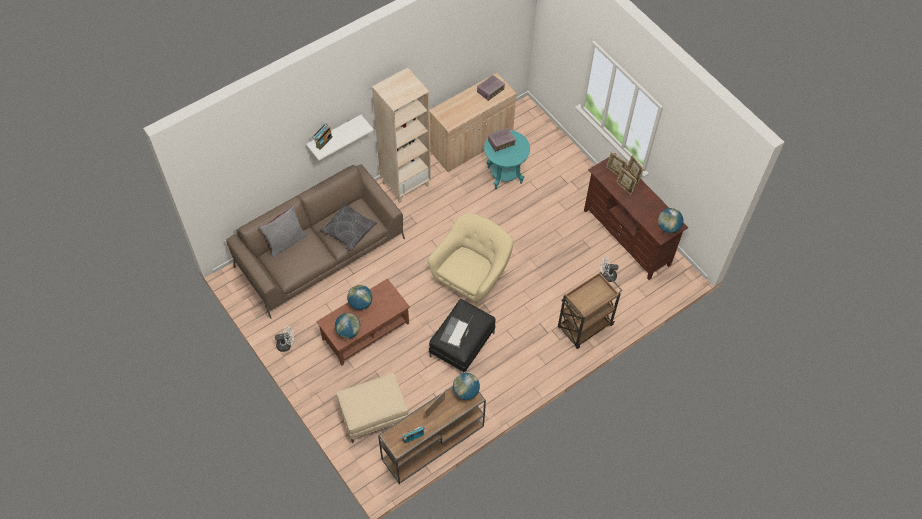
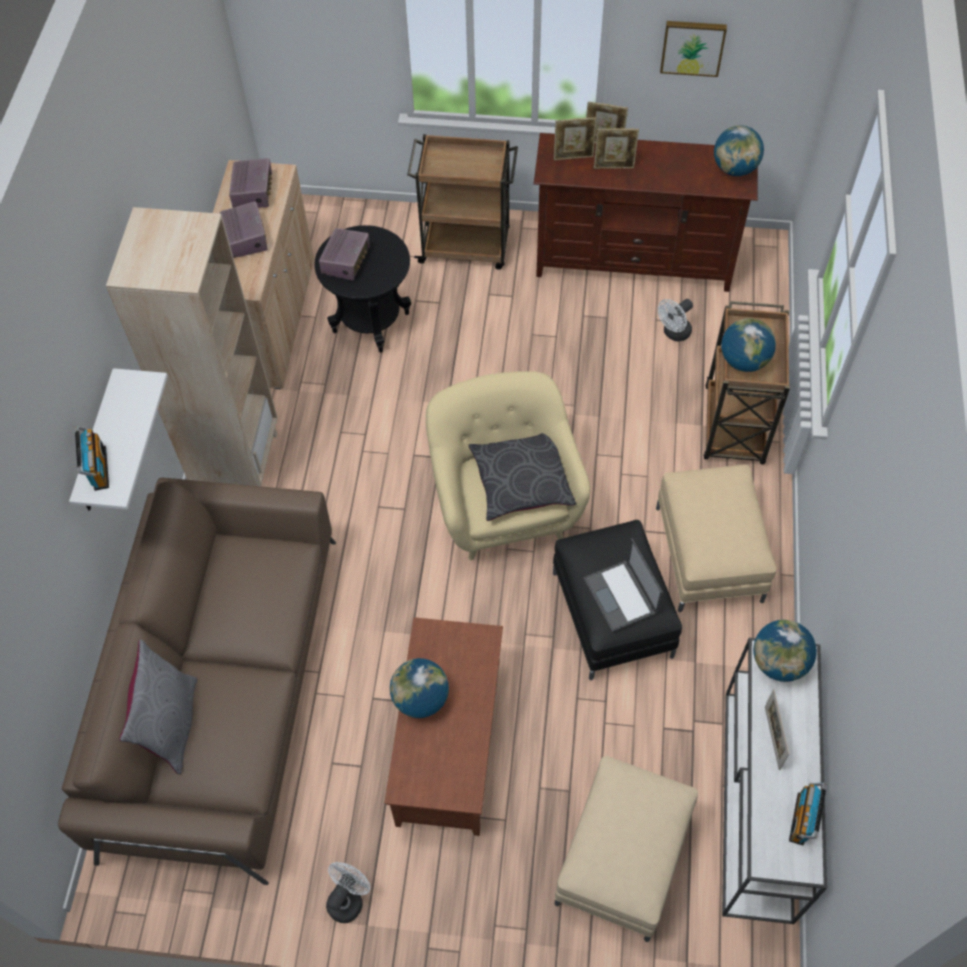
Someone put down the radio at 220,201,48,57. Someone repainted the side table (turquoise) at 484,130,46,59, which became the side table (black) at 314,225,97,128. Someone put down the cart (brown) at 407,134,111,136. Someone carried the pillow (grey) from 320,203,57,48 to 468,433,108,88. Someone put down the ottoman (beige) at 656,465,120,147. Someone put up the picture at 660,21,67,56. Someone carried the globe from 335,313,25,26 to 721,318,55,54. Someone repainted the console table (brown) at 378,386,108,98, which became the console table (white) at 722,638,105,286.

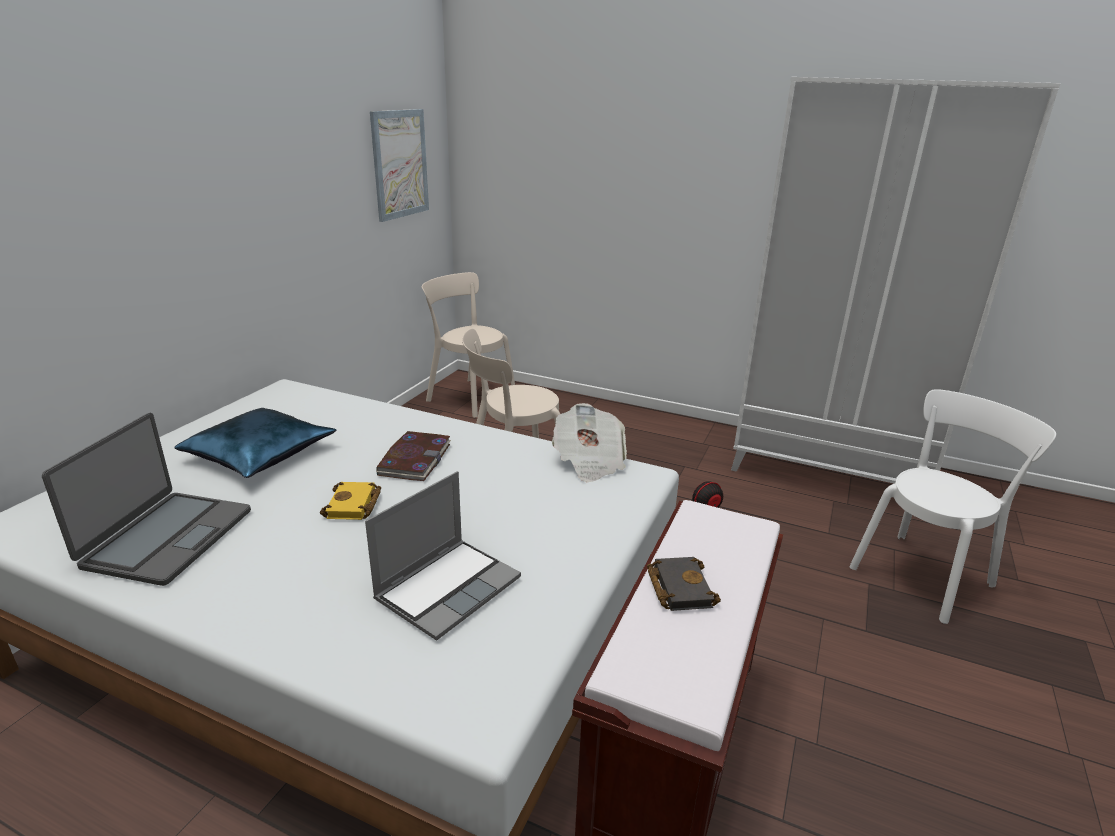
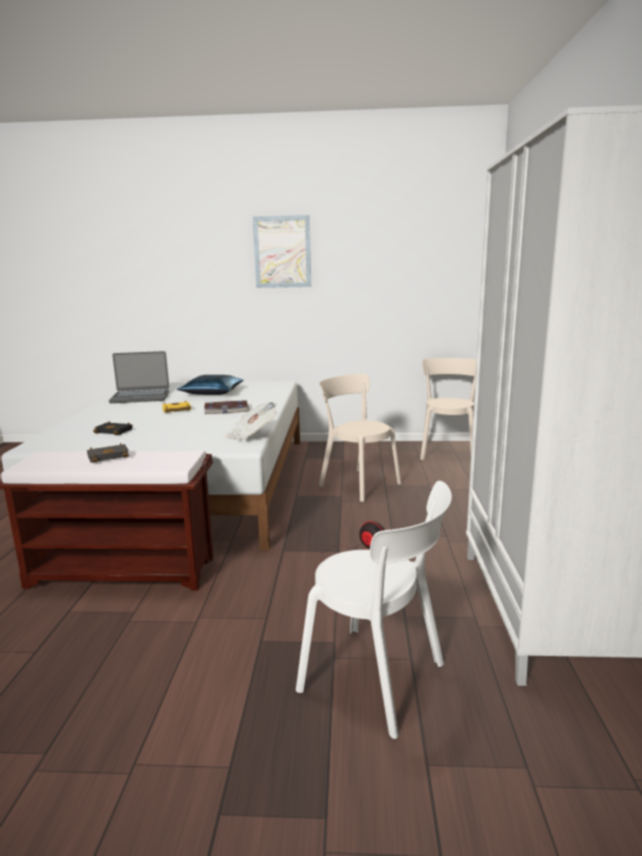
Someone swapped the laptop at 365,471,156,170 for the book (black) at 93,421,40,14. Someone carried the picture from 370,109,59,113 to 253,215,58,73.

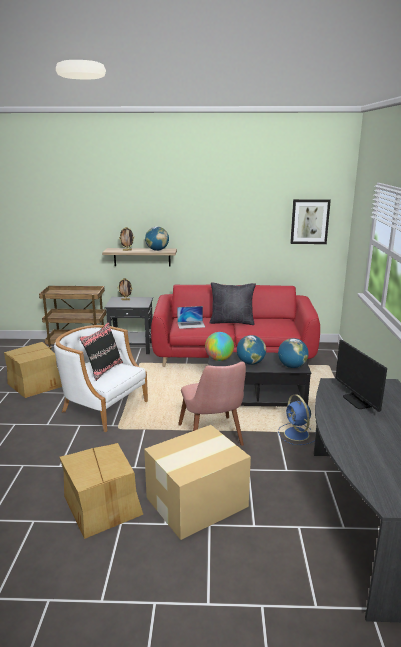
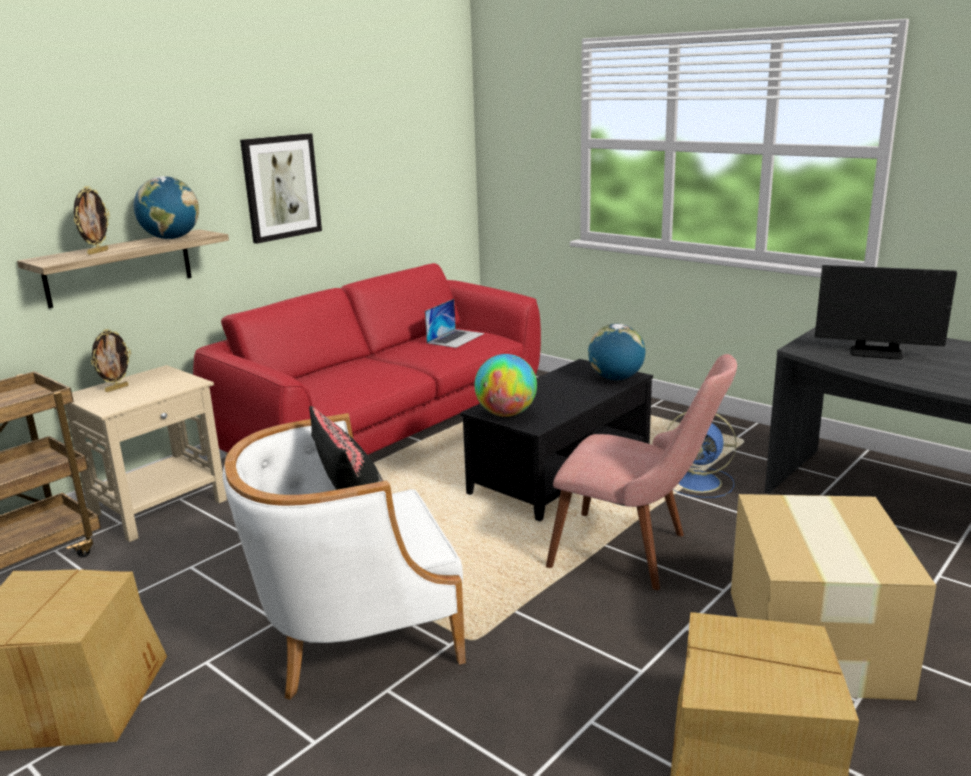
Someone repainted the side table (black) at 104,297,49,57, which became the side table (beige) at 65,365,162,177. Someone carried the picture from 290,199,41,45 to 240,133,82,111. Someone carried the laptop from 177,306,28,23 to 425,299,59,49. Someone took away the pillow (black) at 209,282,47,43. Someone took away the globe at 237,335,29,30.

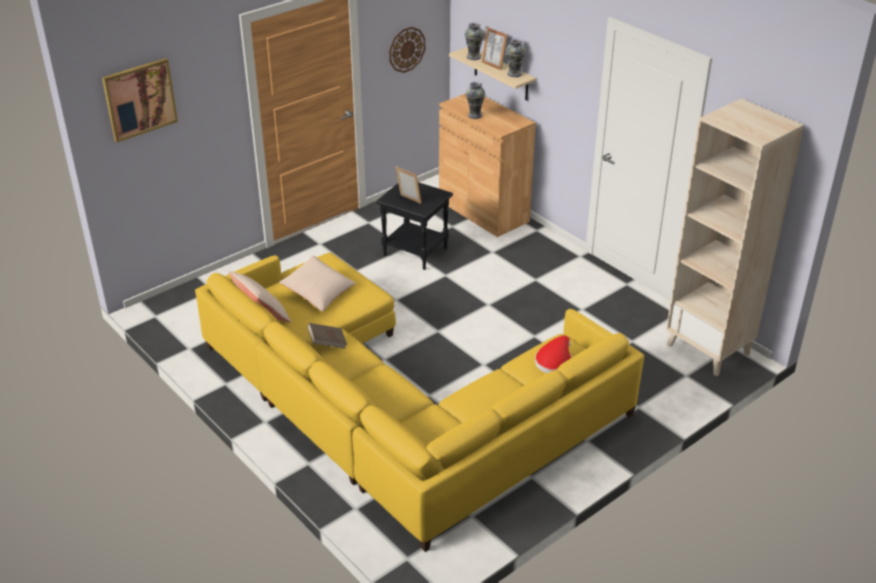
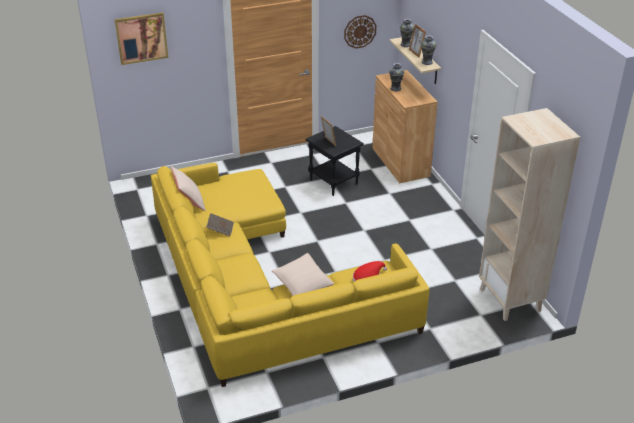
Someone carried the pillow (beige) from 279,256,76,56 to 272,253,62,43.

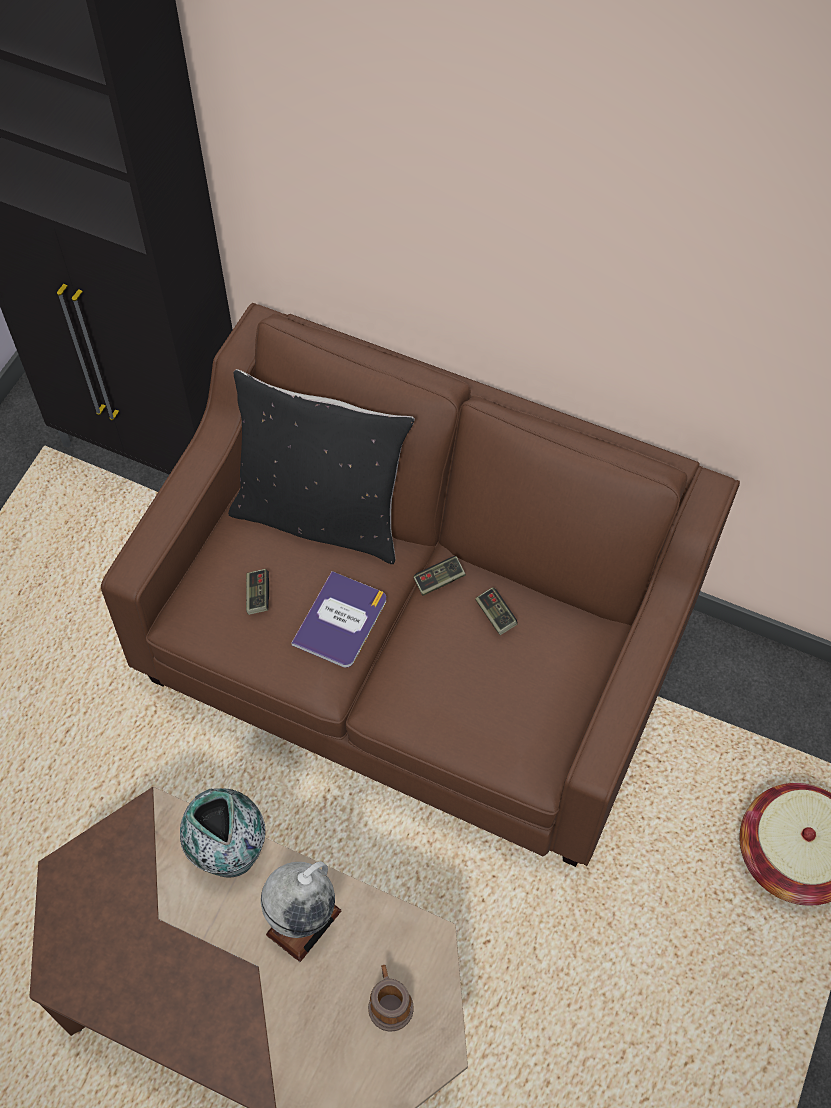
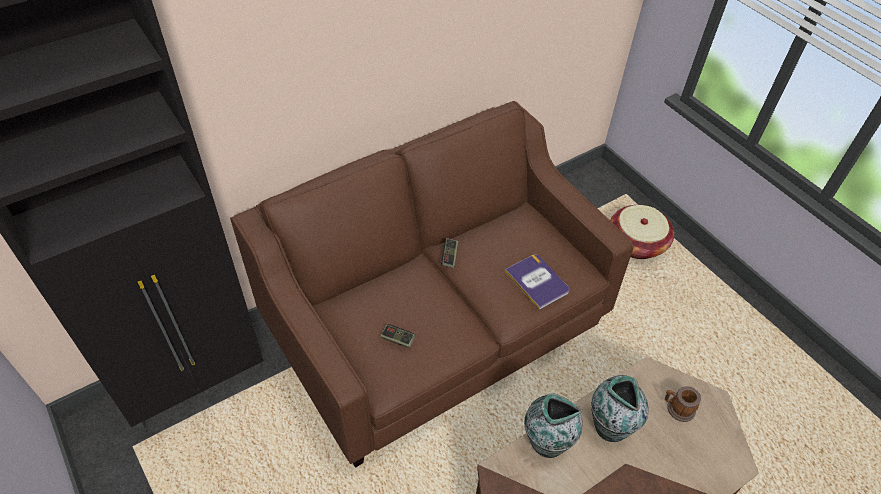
Someone carried the book from 291,571,95,96 to 505,254,64,56. Someone swapped the globe at 261,861,80,101 for the vase at 591,375,57,67. Someone took away the pillow (black) at 228,369,187,195. Someone took away the game controller at 475,587,43,48.

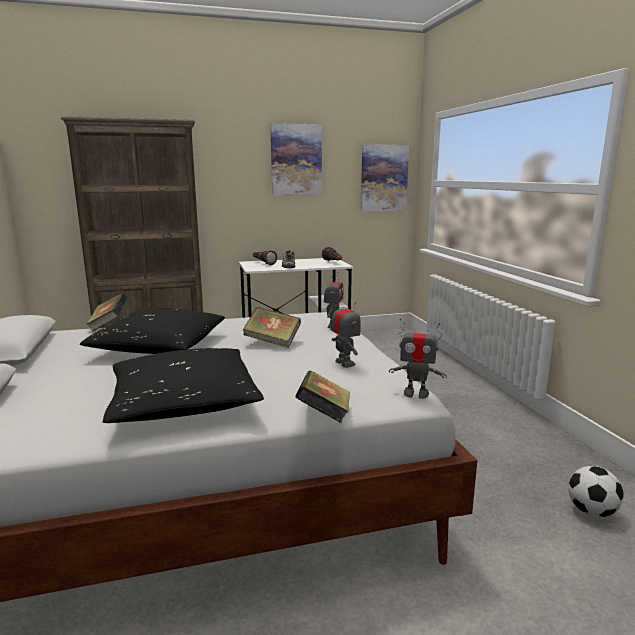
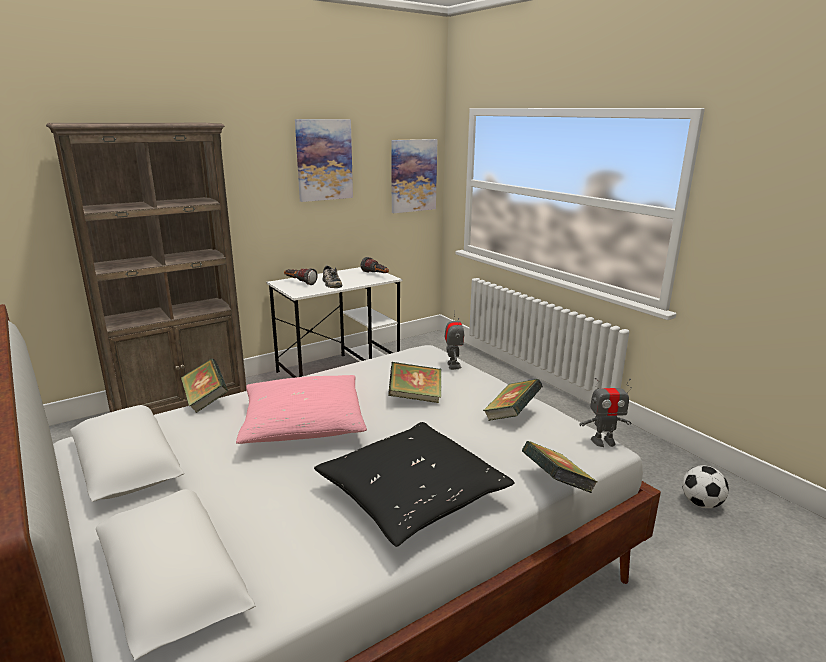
Someone repainted the pillow (black) at 80,309,145,45, which became the pillow (pink) at 236,375,131,69. Someone swapped the toy robot at 331,296,30,72 for the book at 483,379,60,42.

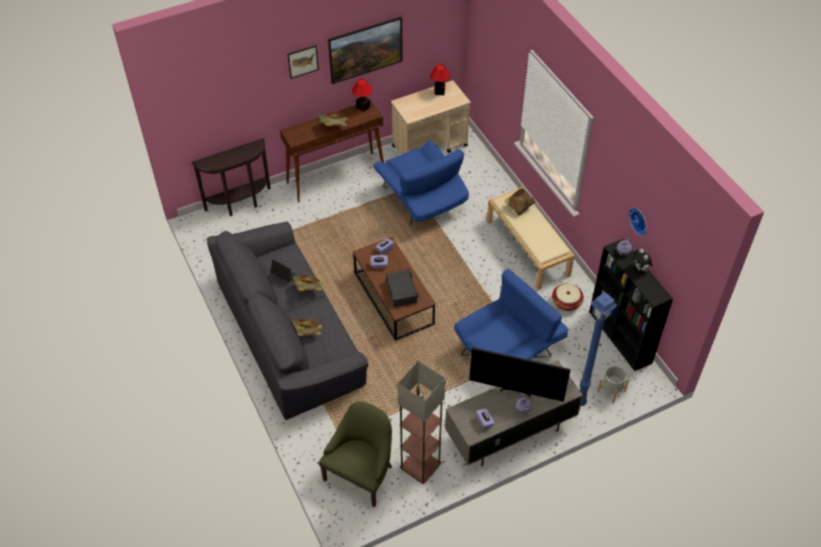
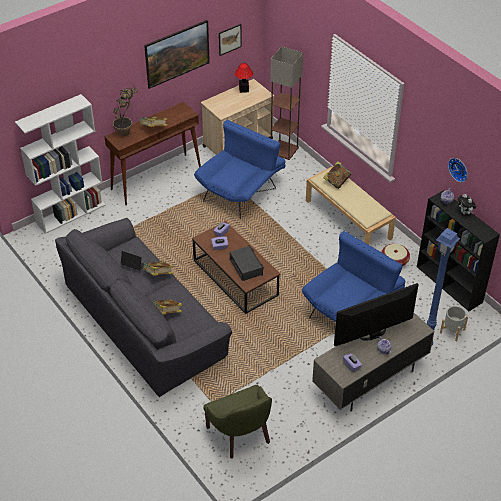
Someone swapped the console table (brown) at 192,138,79,78 for the bookcase (white) at 15,94,91,140. Someone put down the potted plant at 113,85,25,51. Someone rotated the armchair (blue) at 373,141,96,85 by 105 degrees counterclockwise. Someone rotated the armchair (green) at 319,401,73,106 by 135 degrees clockwise. Someone carried the picture from 288,45,31,34 to 219,24,23,32. Someone carried the floor lamp from 397,361,49,123 to 270,46,33,114. Someone rotated the television at 469,347,102,55 by 150 degrees clockwise. Someone took away the table lamp at 352,79,21,33.

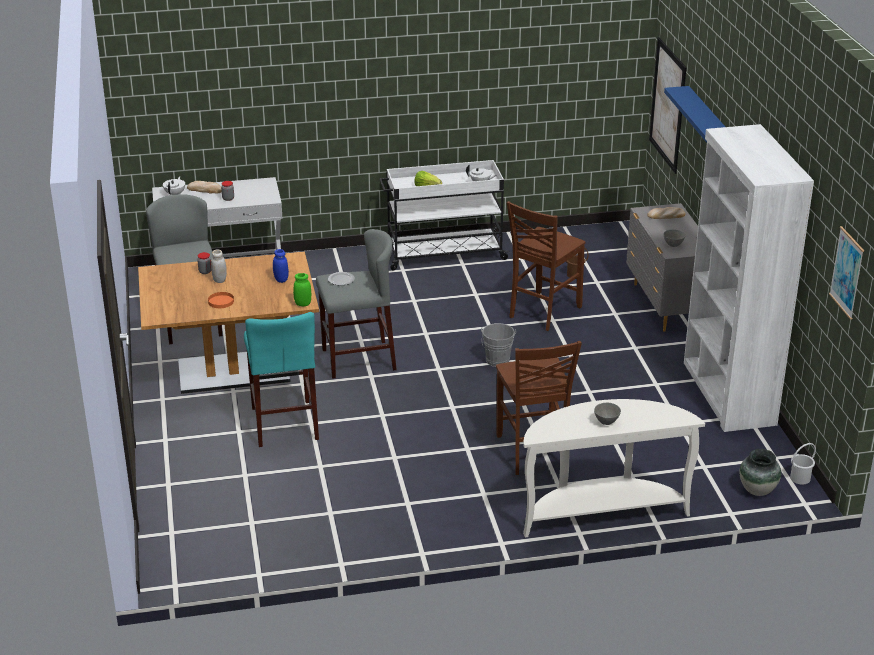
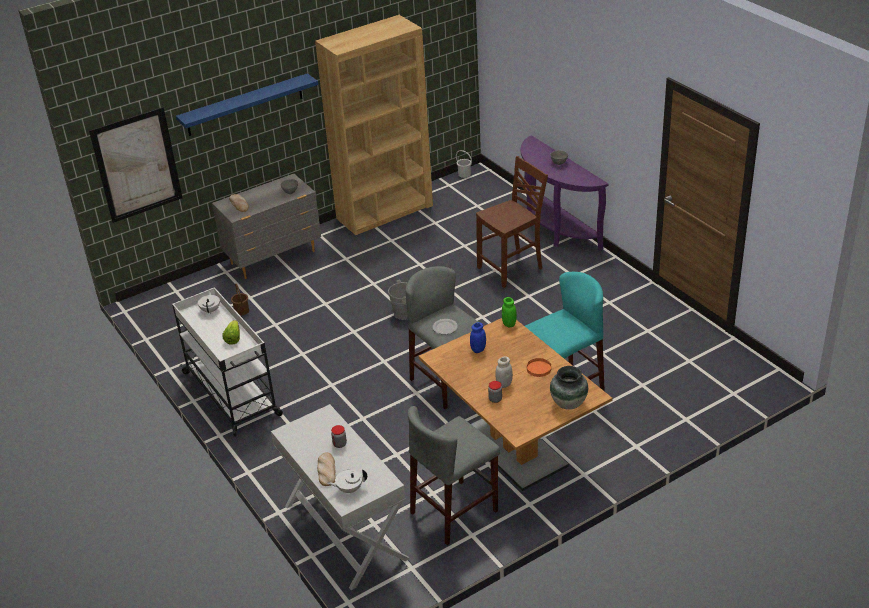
Someone repainted the bookcase (white) at 684,124,130,308, which became the bookcase (brown) at 315,15,118,220. Someone repainted the console table (white) at 523,399,182,139, which became the console table (purple) at 521,135,88,116. Someone carried the vase from 739,449,42,47 to 550,366,38,44. Someone took away the chair (brown) at 507,201,78,130. Someone took away the picture at 829,226,35,94.

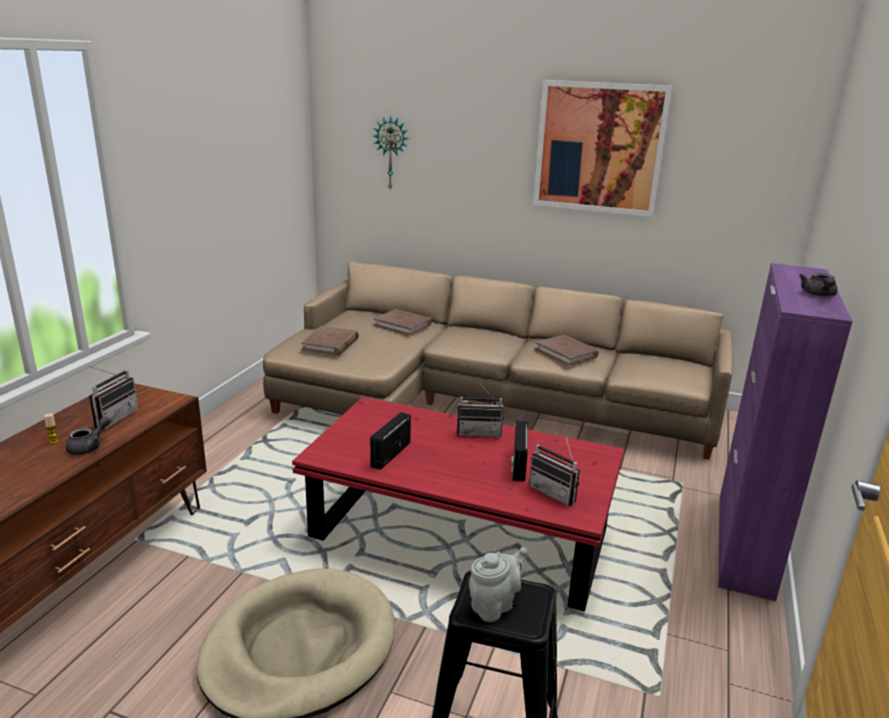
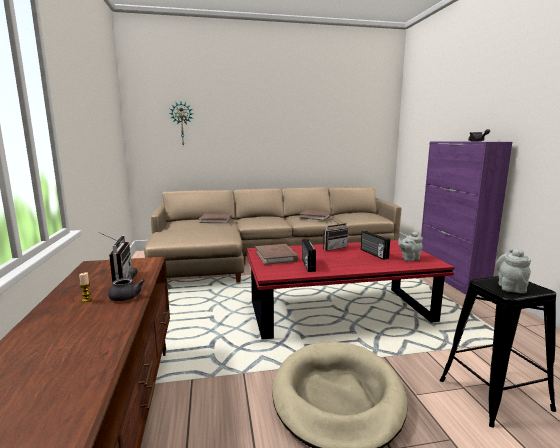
Someone carried the book (brown) from 301,326,58,29 to 256,244,43,21. Someone swapped the radio at 529,434,51,72 for the teapot (grey) at 398,232,25,29. Someone took away the picture at 533,80,140,137.

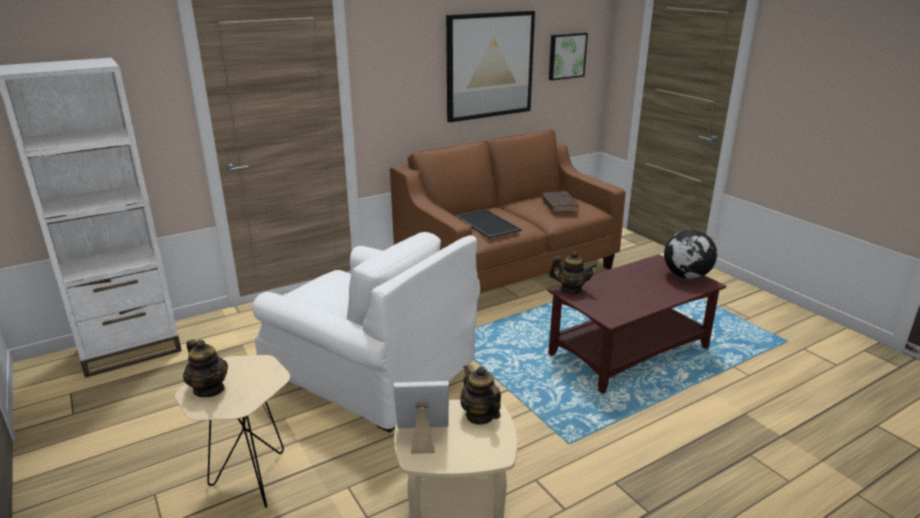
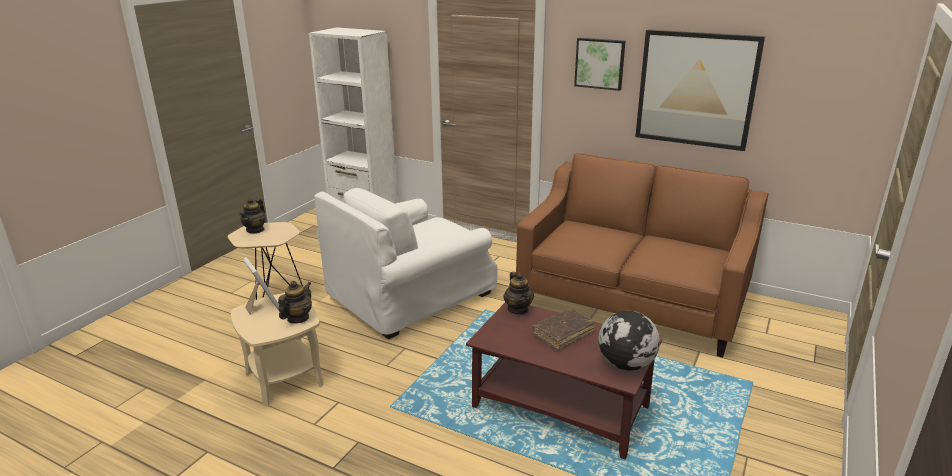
Someone rotated the armchair (white) at 253,232,227,201 by 45 degrees clockwise. Someone carried the book (brown) from 542,191,37,22 to 532,309,63,41. Someone carried the picture from 549,33,39,47 to 574,38,51,53. Someone took away the tray at 455,209,66,30.

